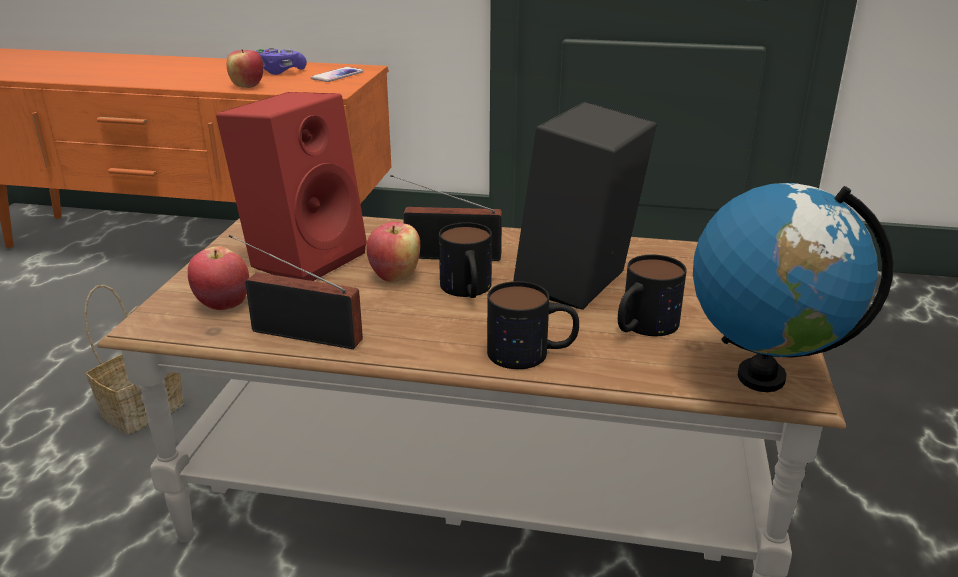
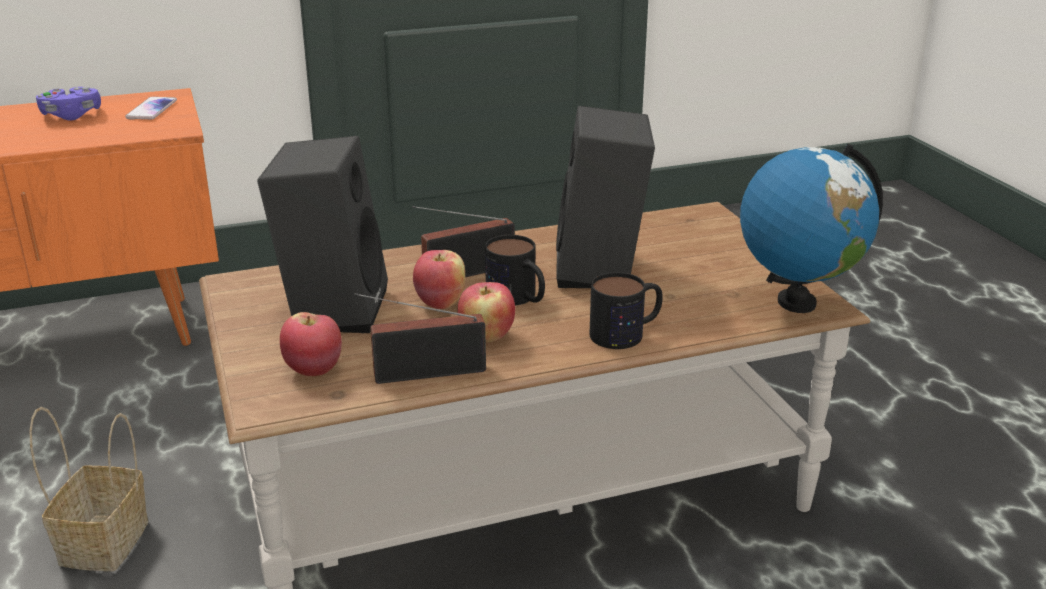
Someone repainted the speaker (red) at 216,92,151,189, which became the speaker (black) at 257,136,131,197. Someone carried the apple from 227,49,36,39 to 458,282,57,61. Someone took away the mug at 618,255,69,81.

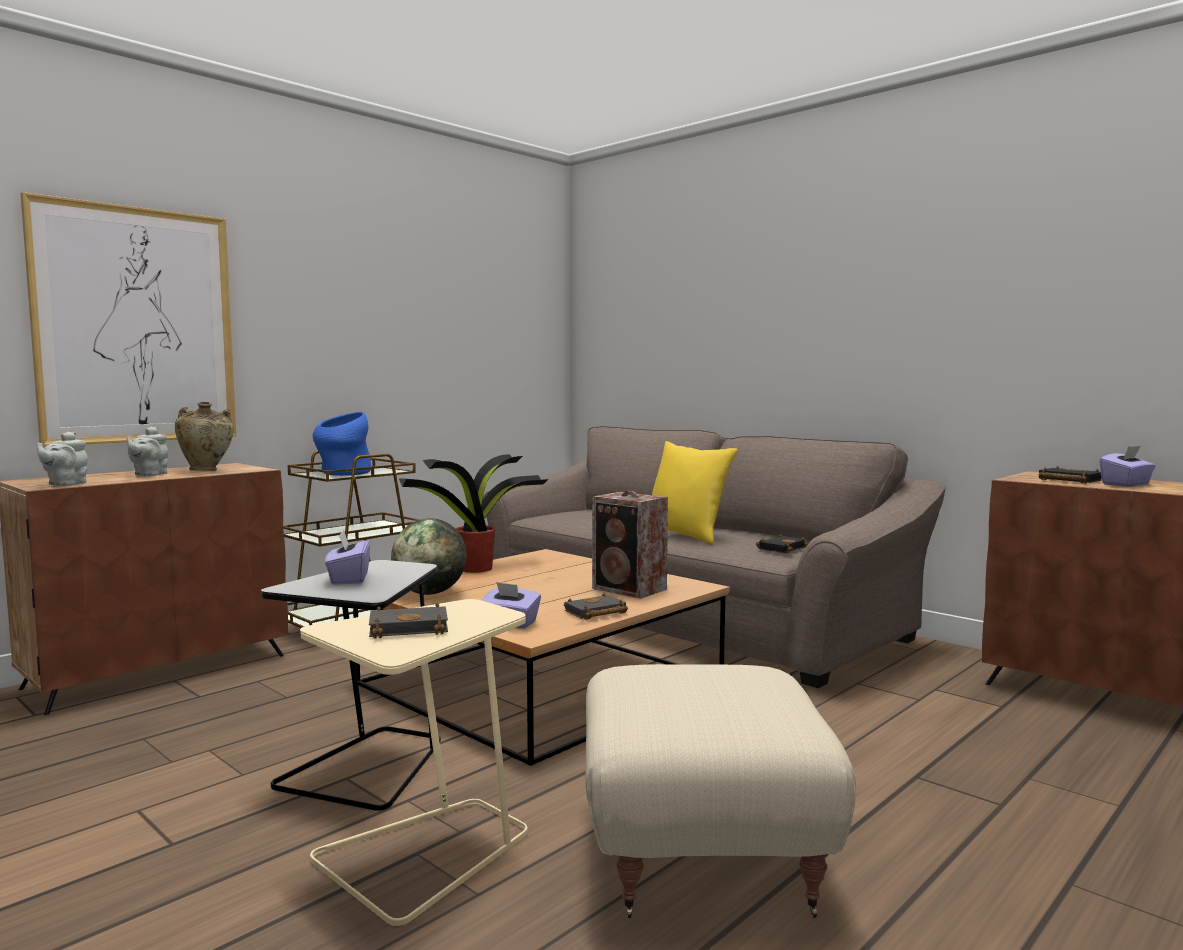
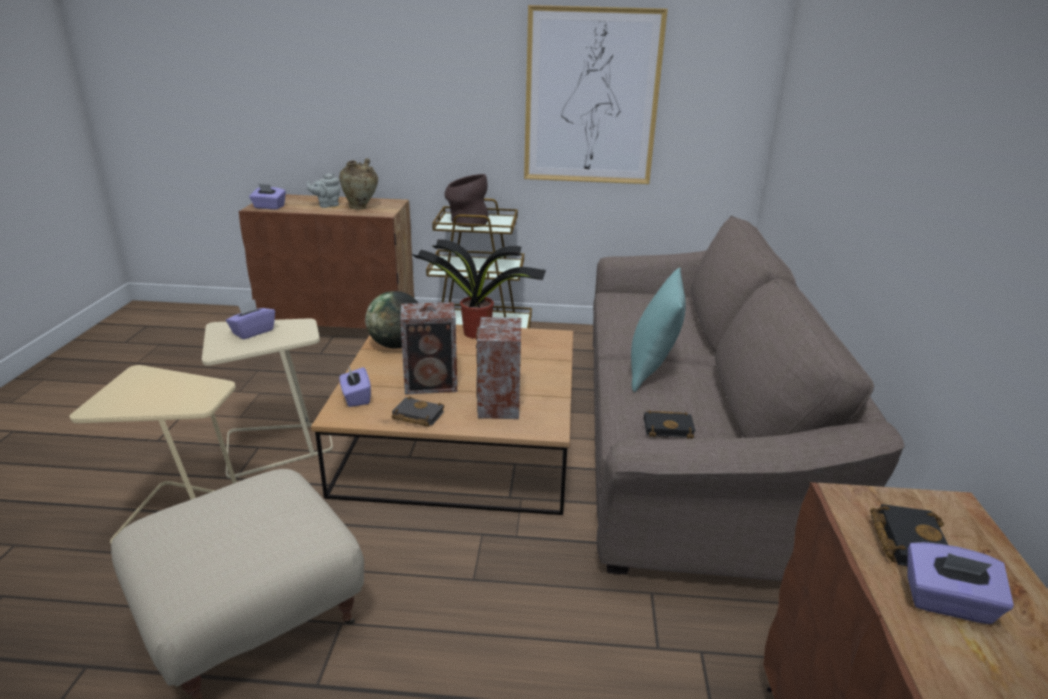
Someone repainted the side table (black) at 261,560,180,251, which became the side table (beige) at 202,319,131,159. Someone swapped the teapot (grey) at 36,432,52,54 for the tissue box (purple) at 249,184,37,26. Someone put down the speaker at 400,302,57,92. Someone repainted the vase (blue) at 313,412,58,64, which became the vase (brown) at 444,174,44,53. Someone carried the picture from 20,192,216,255 to 524,5,144,179. Someone repainted the pillow (yellow) at 652,441,85,104, which became the pillow (turquoise) at 631,268,55,124. Someone took away the book (black) at 369,603,79,36.

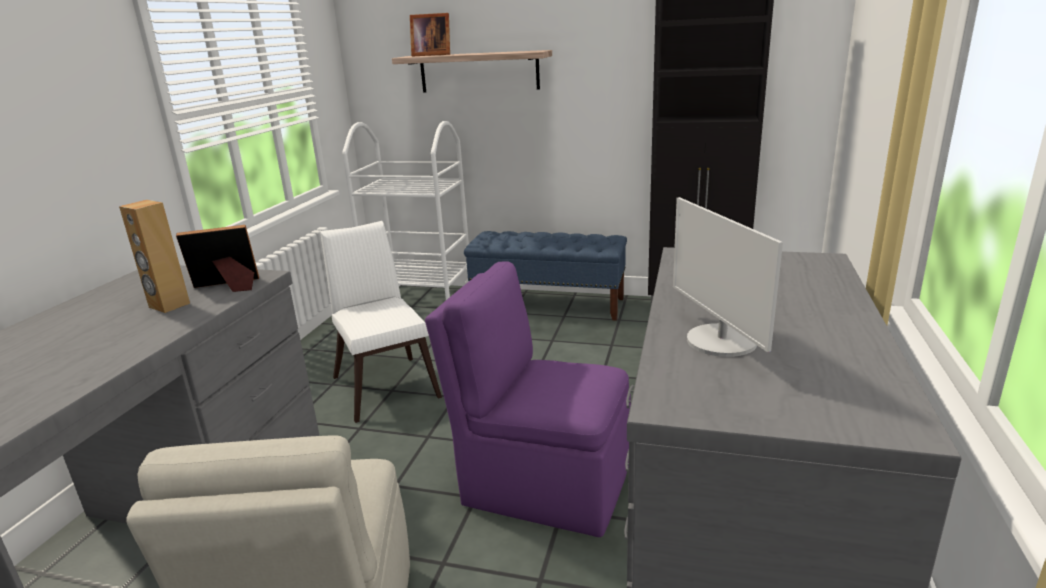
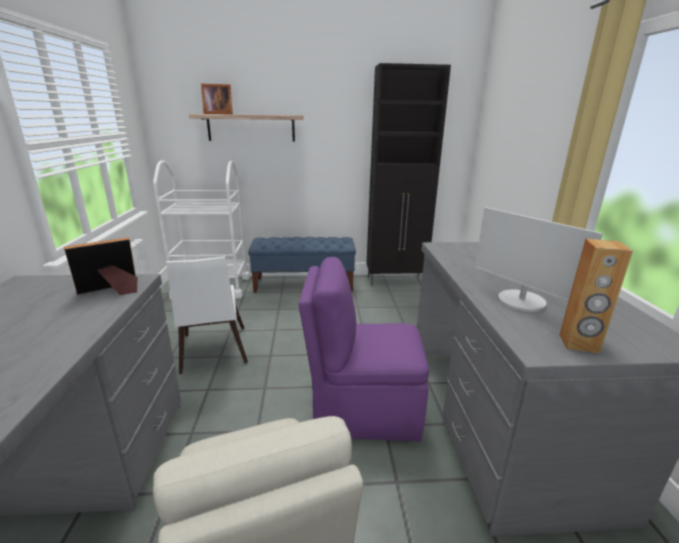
Someone rotated the chair (white) at 320,221,122,202 by 150 degrees counterclockwise. Someone carried the speaker (brown) from 119,200,71,113 to 559,239,74,115.

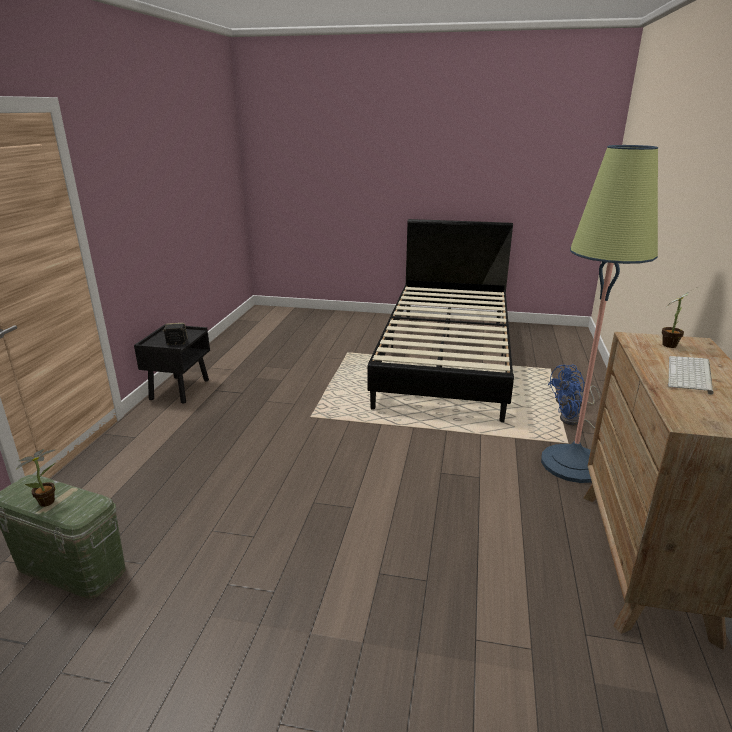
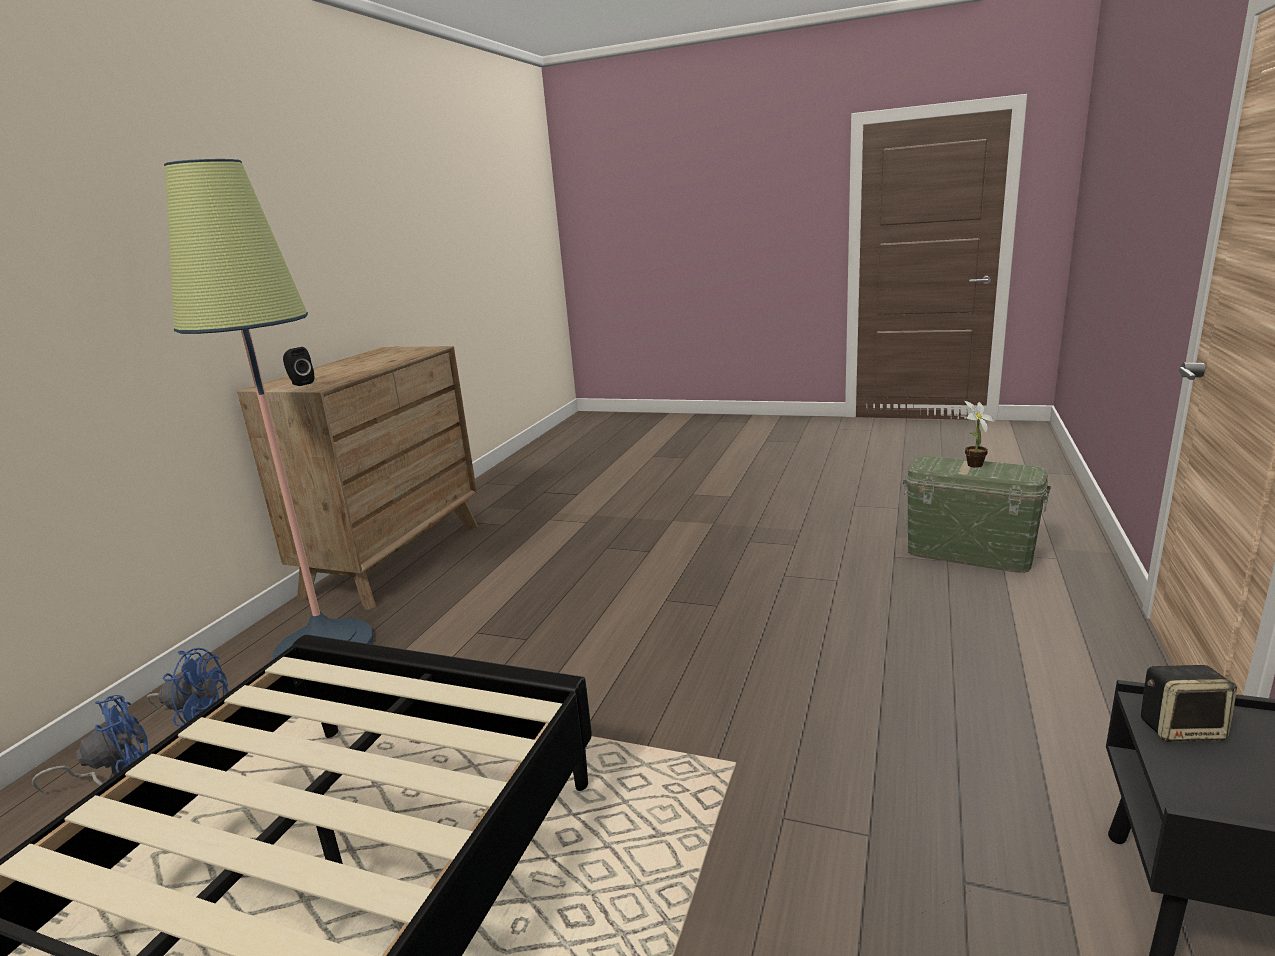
Someone swapped the potted plant at 661,287,37,61 for the speaker (black) at 283,347,31,39. Someone took away the keyboard at 668,356,45,39.

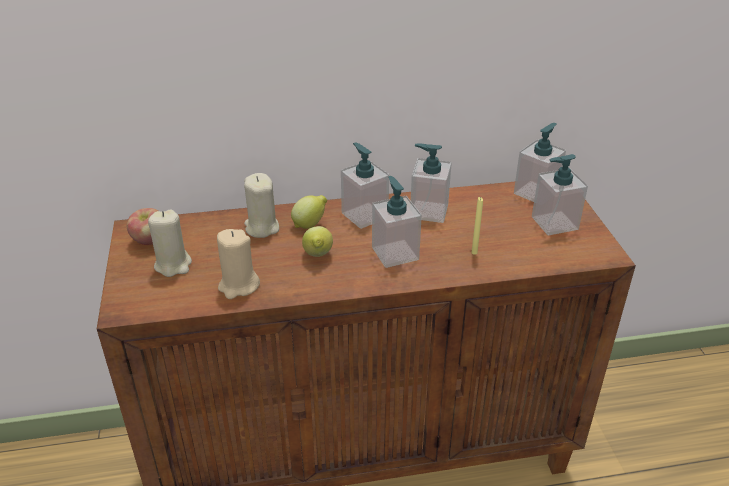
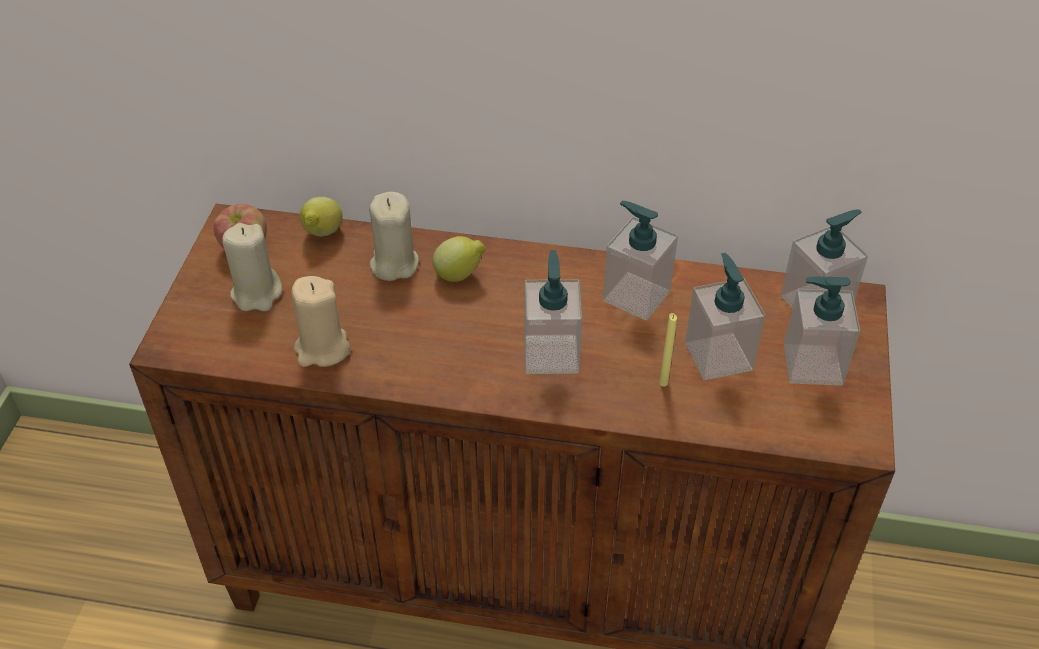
Someone carried the lemon from 302,226,31,31 to 300,197,43,40. Someone carried the soap dispenser from 341,142,48,87 to 685,253,80,127.

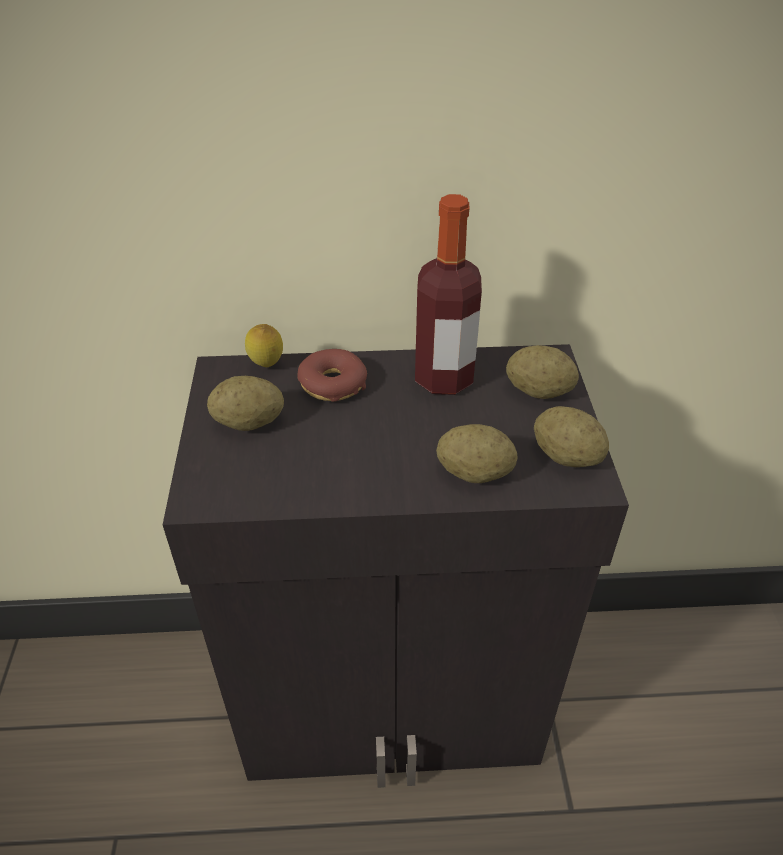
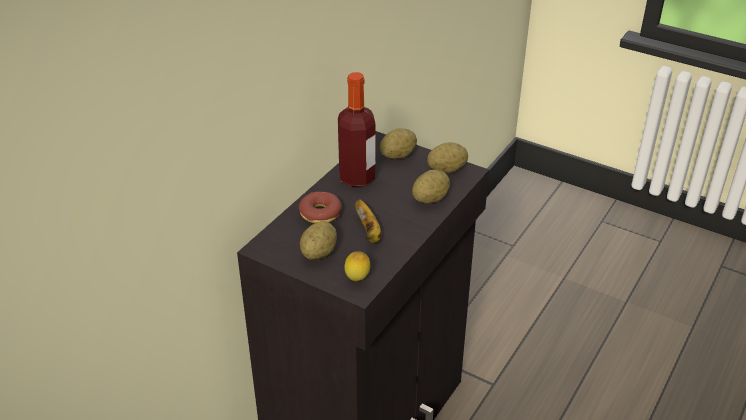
Someone carried the lemon from 245,324,38,43 to 344,251,26,30. Someone put down the banana at 355,199,26,44.

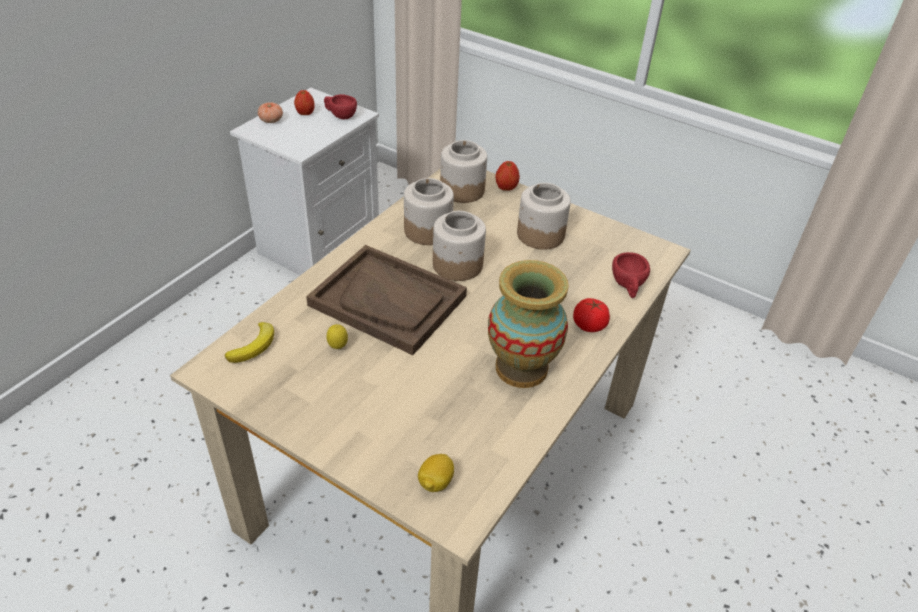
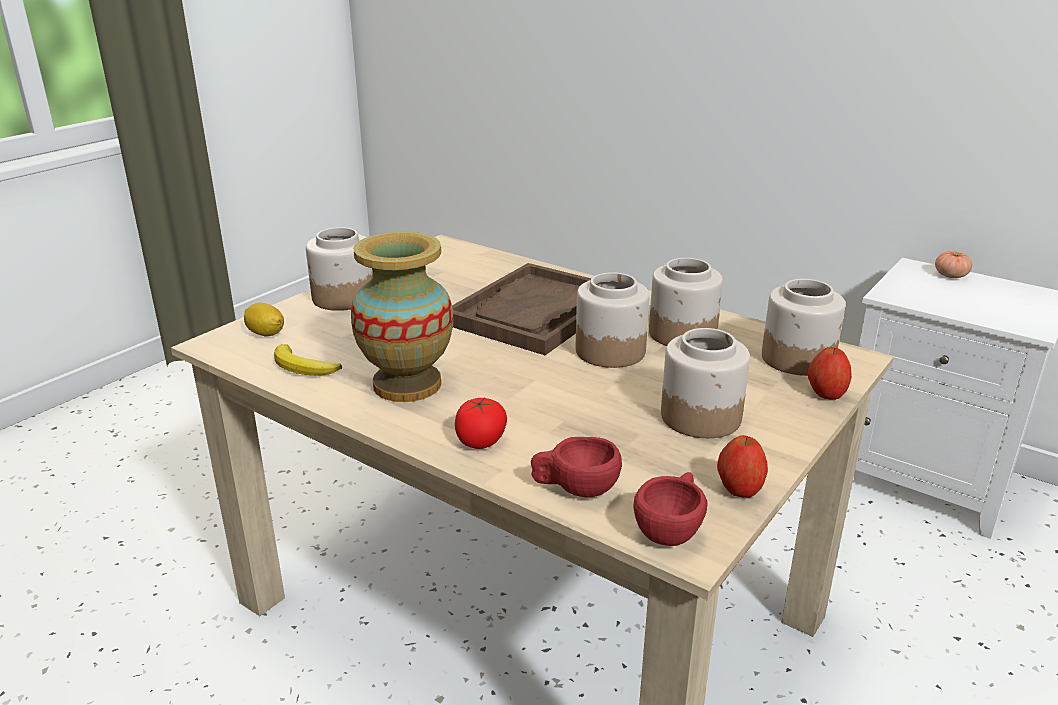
Someone carried the banana from 225,322,49,41 to 274,344,68,31. Someone put down the jar at 306,227,67,84. Someone carried the cup (red) from 324,94,33,26 to 633,472,74,74. Someone carried the apple from 294,90,21,25 to 717,435,51,63. Someone took away the lemon at 326,324,22,25.

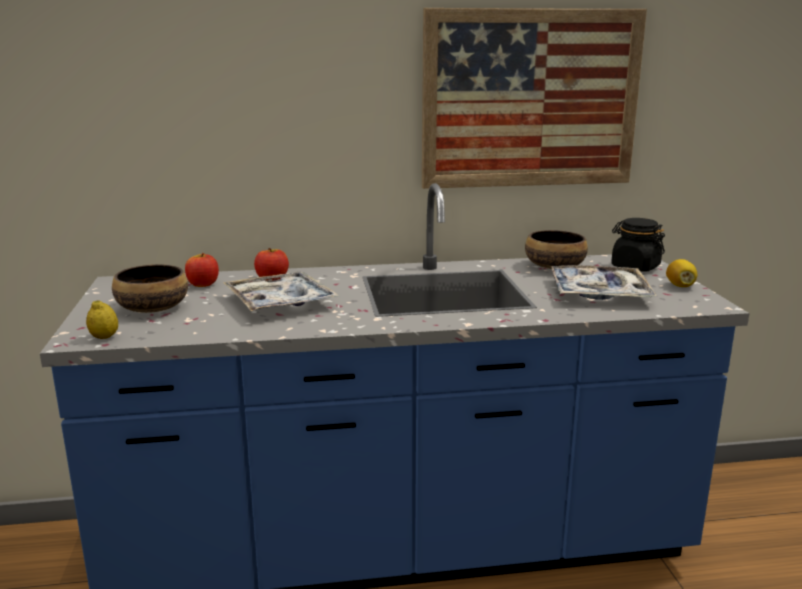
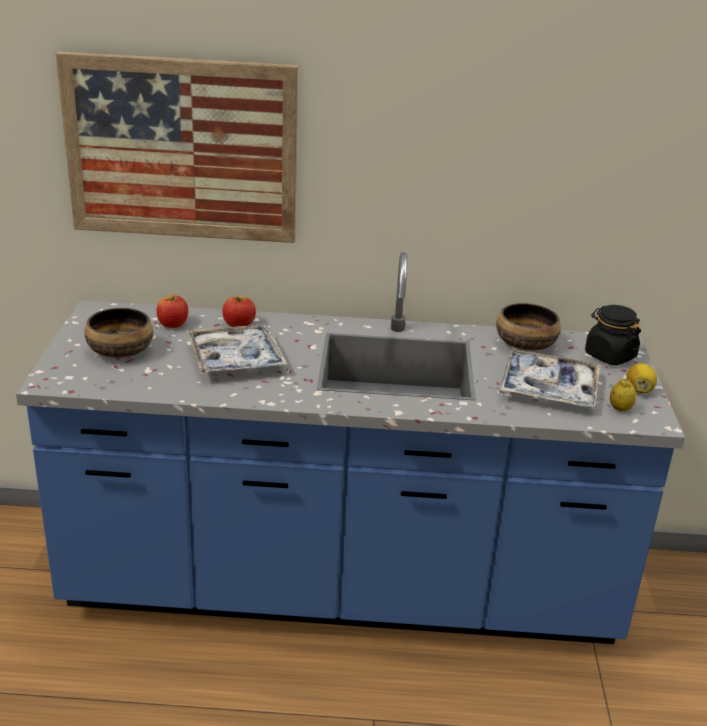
Someone carried the picture from 422,8,225,181 to 56,51,242,192. Someone carried the lemon from 86,300,32,39 to 610,379,26,32.

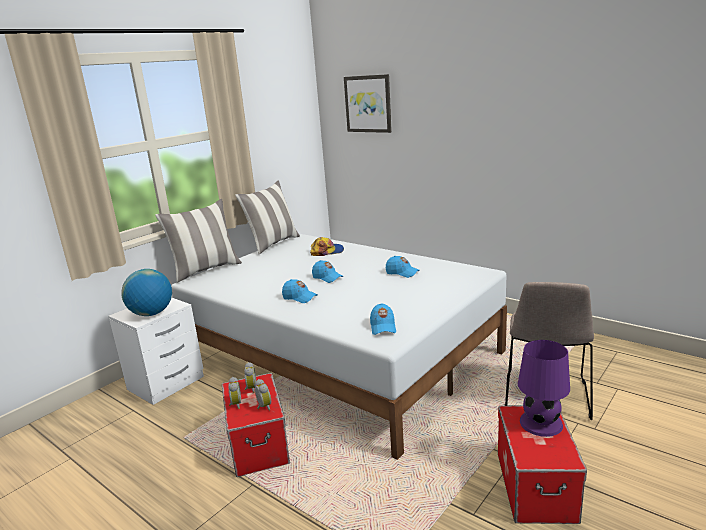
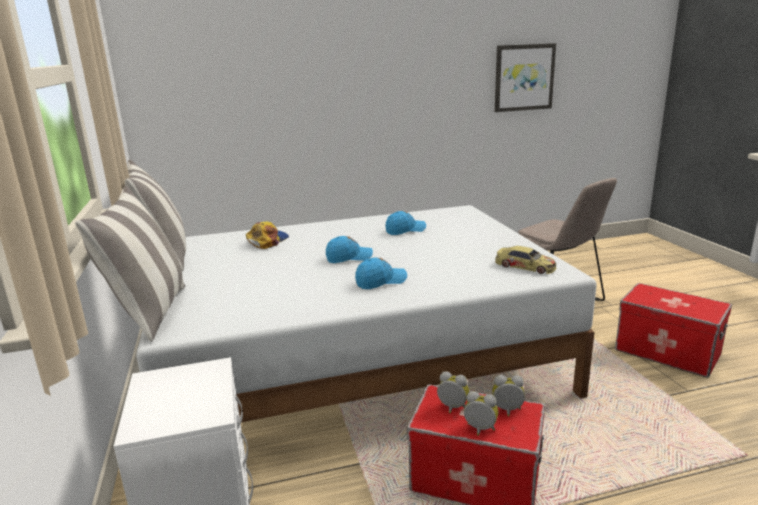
Someone carried the picture from 344,74,48,59 to 495,43,61,69. Someone swapped the cap (blue) at 370,303,26,32 for the toy car at 495,246,61,28. Someone took away the globe at 121,269,51,47. Someone took away the table lamp (purple) at 518,340,52,97.

